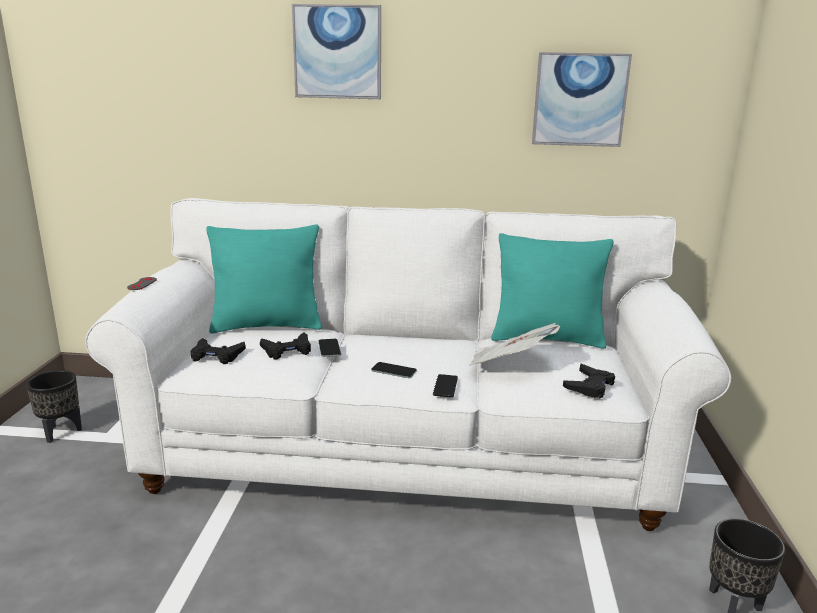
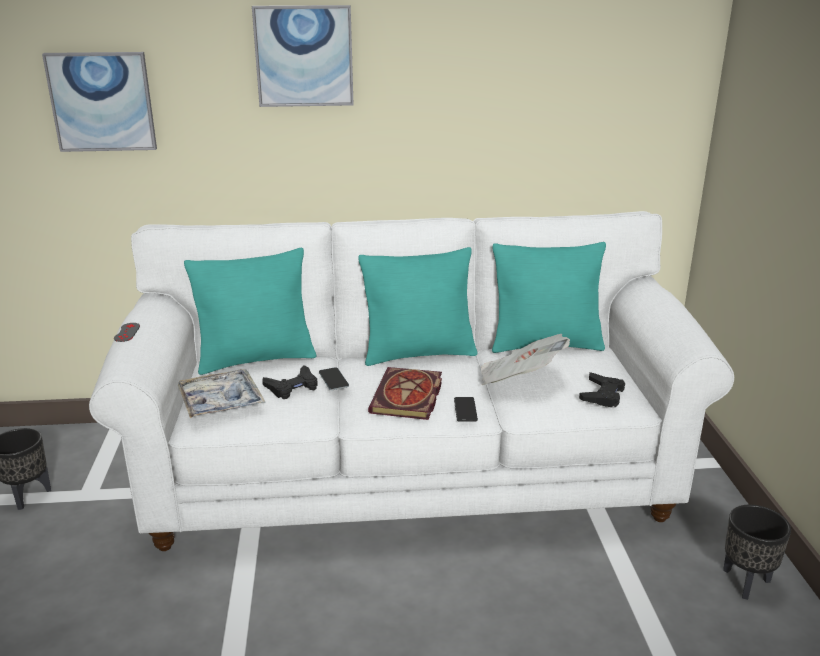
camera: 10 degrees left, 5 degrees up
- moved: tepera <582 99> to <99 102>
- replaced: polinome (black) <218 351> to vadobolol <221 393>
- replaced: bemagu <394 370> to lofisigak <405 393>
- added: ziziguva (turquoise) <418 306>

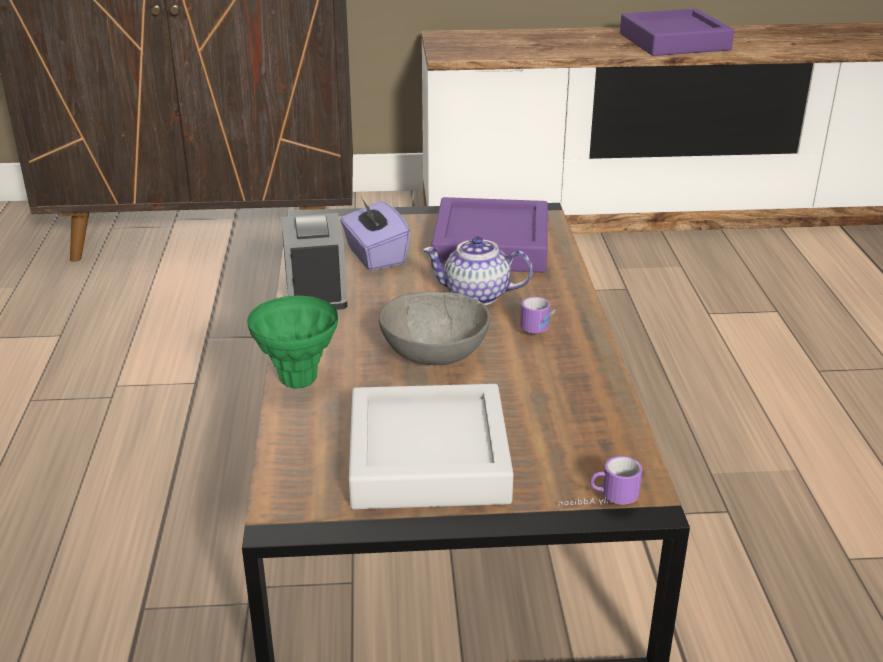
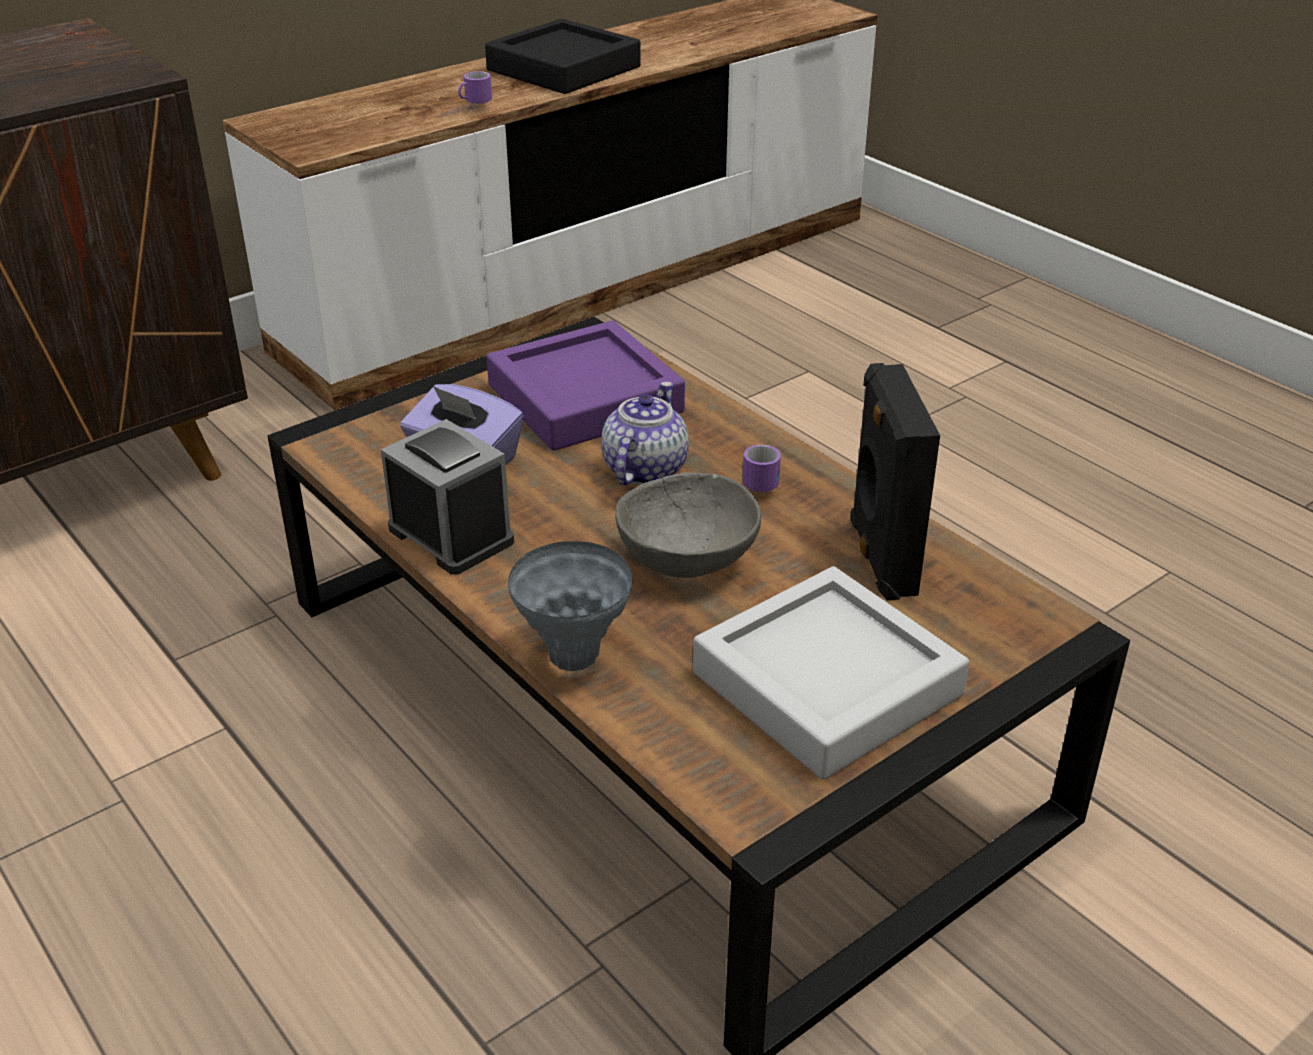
camera: 35 degrees left, 5 degrees up
- recoloured: vadobolol (purple) <677 32> to vadobolol (black) <563 56>
- turned: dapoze <478 270> = <645 433> 135 degrees clockwise
- recoloured: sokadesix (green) <292 342> to sokadesix (grey) <570 606>
- moved: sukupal <600 481> to <466 94>
- added: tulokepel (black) <895 481>

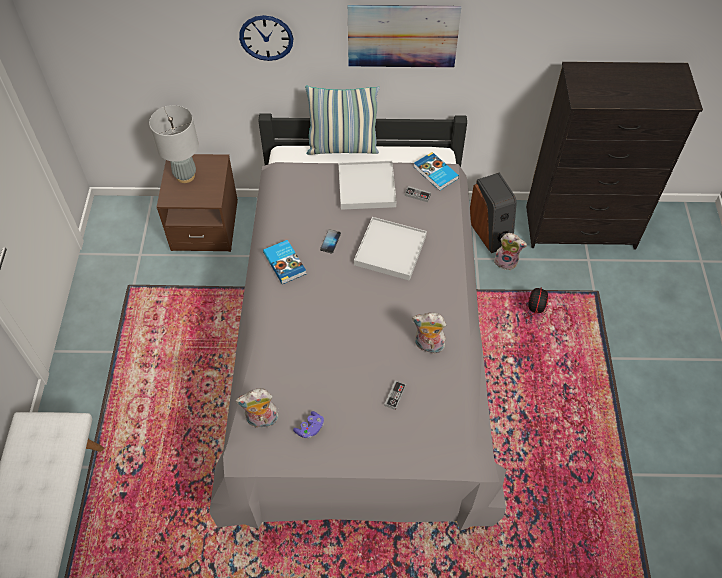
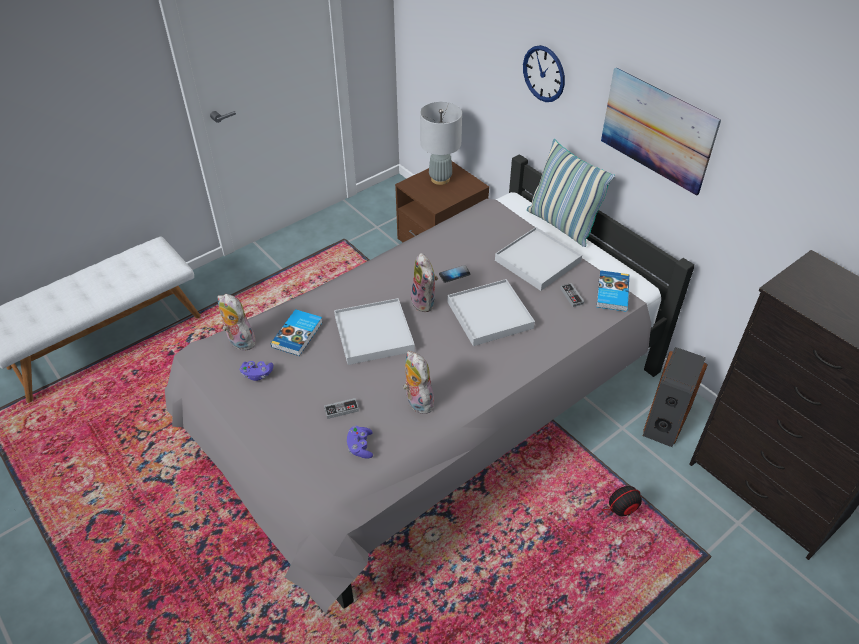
camera: 50 degrees right, 10 degrees down
- moved: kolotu <510 251> to <424 282>
- moved: lofisigak <284 262> to <297 332>
- added: vadobolol (white) <374 331>
- added: polinome (purple) <360 442>

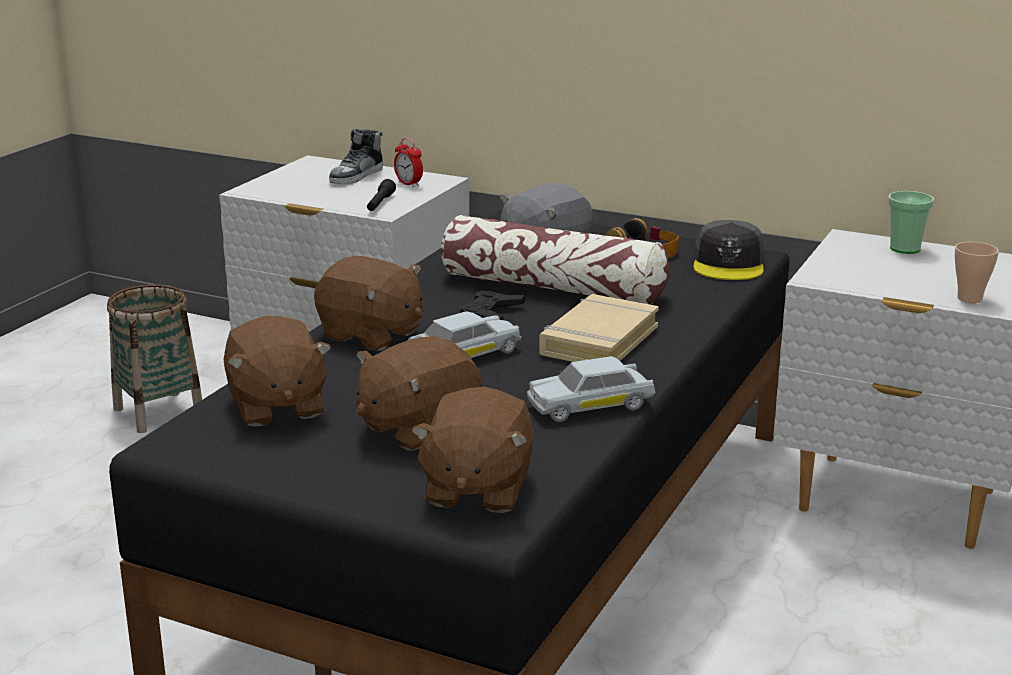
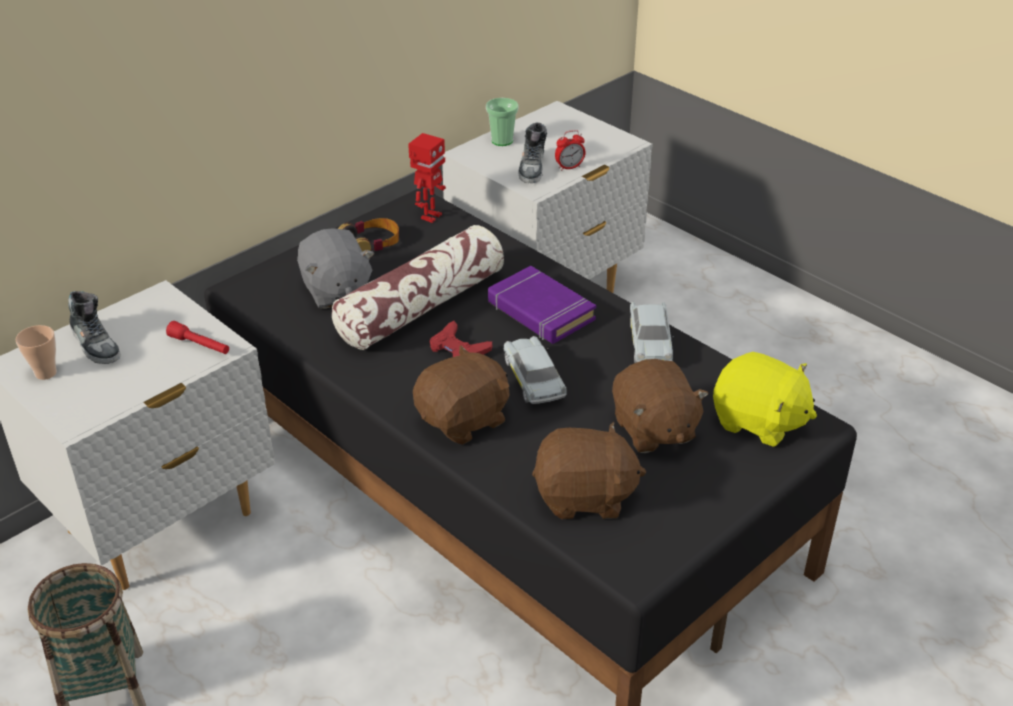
camera: 70 degrees left, 15 degrees up
- moved: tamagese <408 162> to <570 150>
- recoloured: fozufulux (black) <381 195> to fozufulux (red) <197 337>
- replaced: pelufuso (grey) <729 250> to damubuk <427 178>
- moved: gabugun <977 272> to <36 352>
- recoloured: polinome (black) <492 305> to polinome (red) <461 339>
- recoloured: lofisigak (beige) <599 328> to lofisigak (purple) <542 305>
- recoloured: kolotu (brown) <472 450> to kolotu (yellow) <765 399>
- added: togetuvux <532 153>

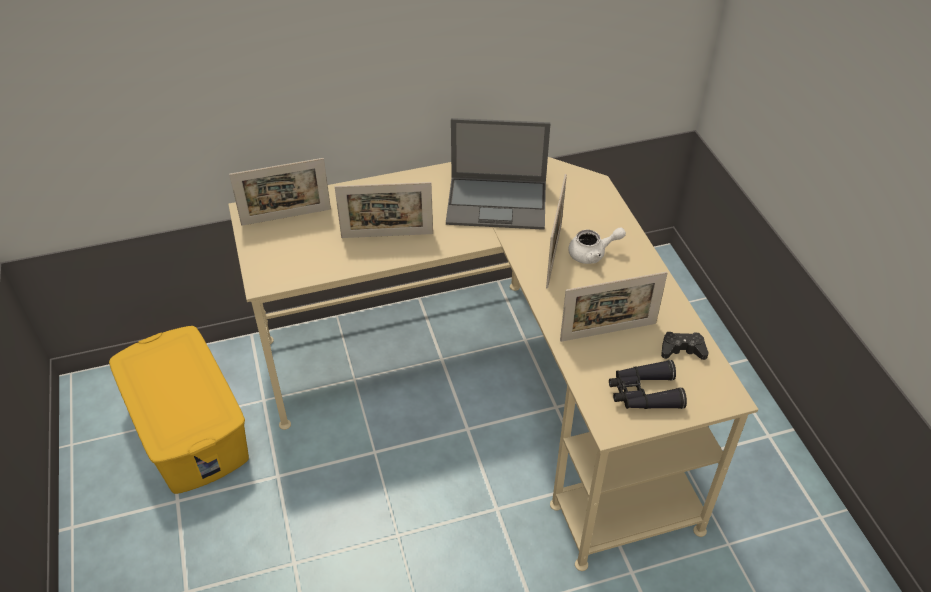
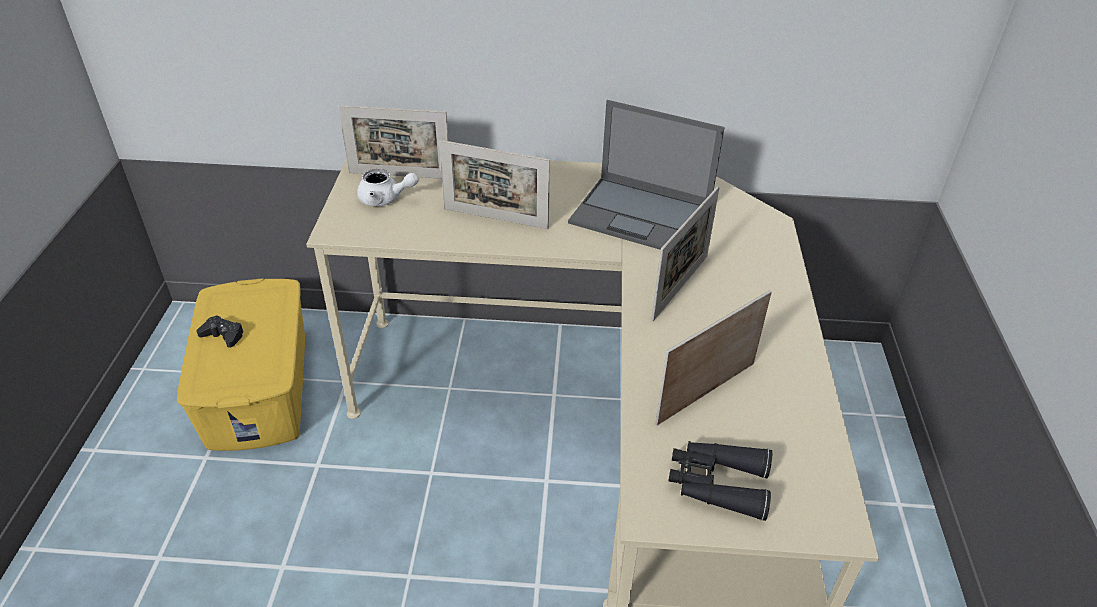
camera: 20 degrees right, 5 degrees down
- moved: dapoze (white) <597 245> to <387 187>
- turned: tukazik <614 307> = <713 358> 135 degrees clockwise
- moved: polinome (black) <685 346> to <220 331>

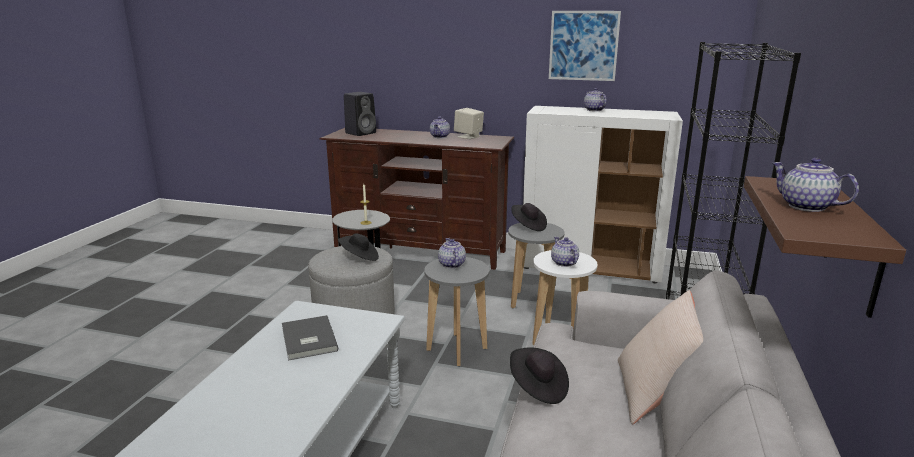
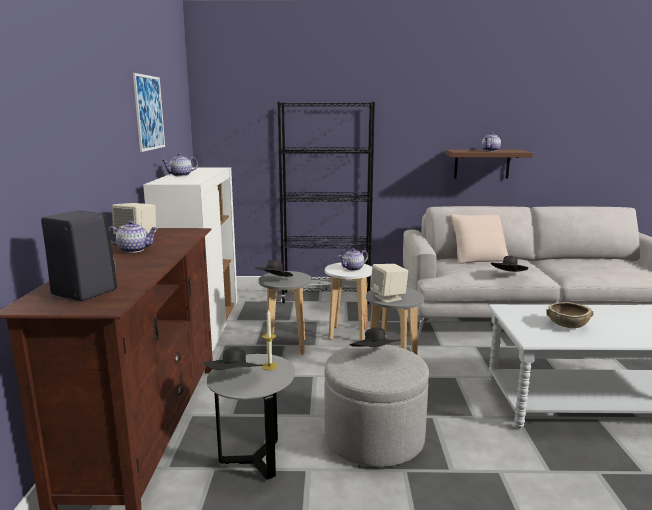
camera: 105 degrees left, 5 degrees down
- replaced: dapoze <452 253> to tulokepel (beige) <389 283>
- replaced: lofisigak (grey) <310 338> to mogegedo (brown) <570 315>
- added: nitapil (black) <233 358>

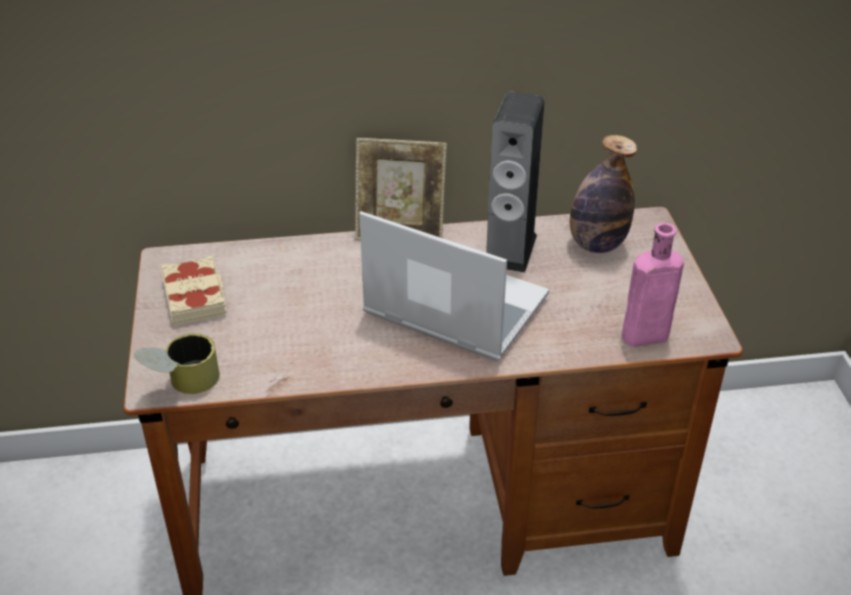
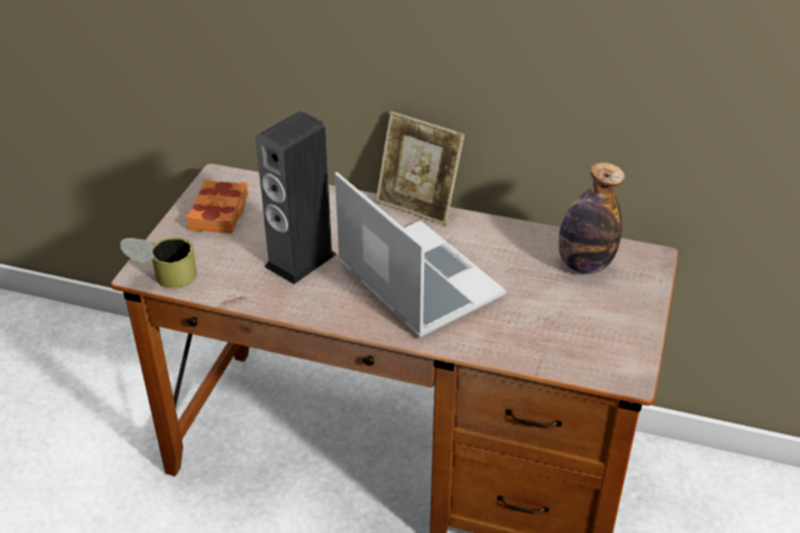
camera: 25 degrees right, 0 degrees up
- moved: tulokepel <515 182> to <296 197>
- removed: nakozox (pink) <653 285>
- recoloured: lofisigak (beige) <194 291> to lofisigak (orange) <217 206>

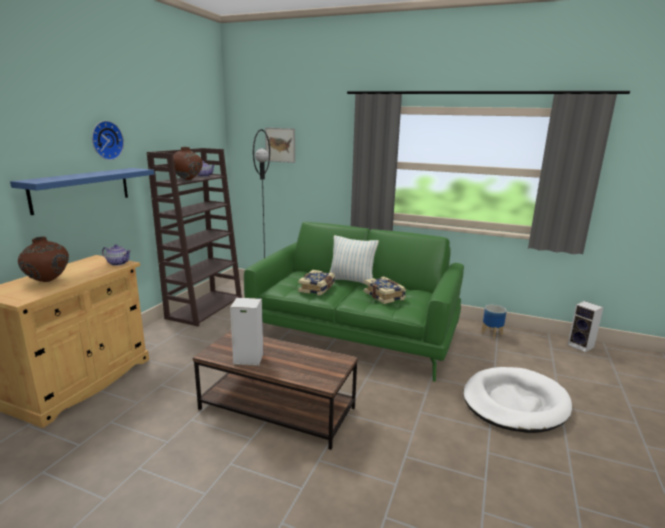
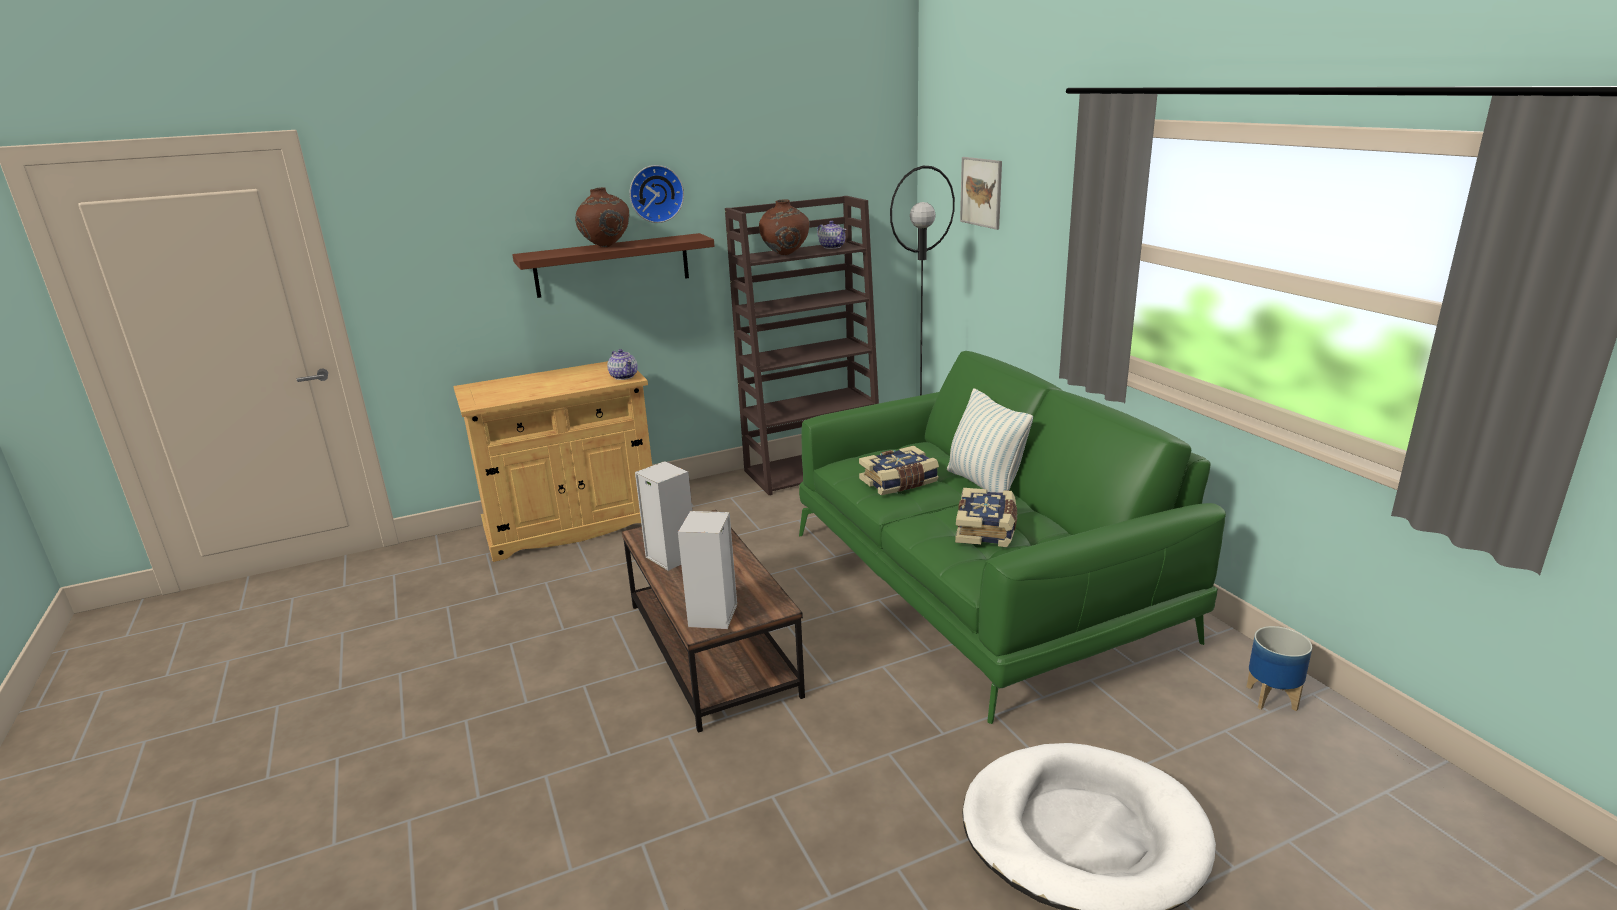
camera: 45 degrees right, 5 degrees up
- recoloured: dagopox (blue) <82 191> to dagopox (brown) <613 265>
- moved: sokadesix (brown) <43 259> to <602 217>
- moved: tulokepel <586 326> to <707 570>

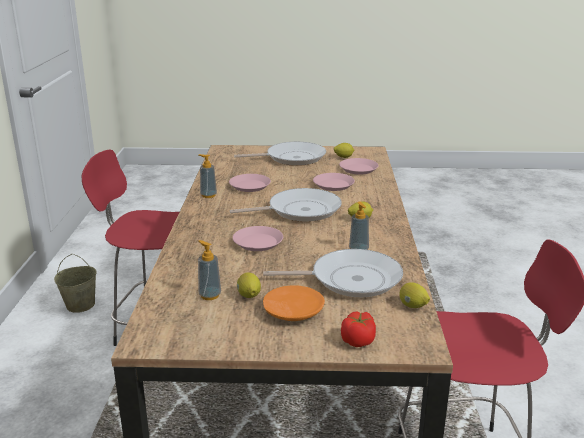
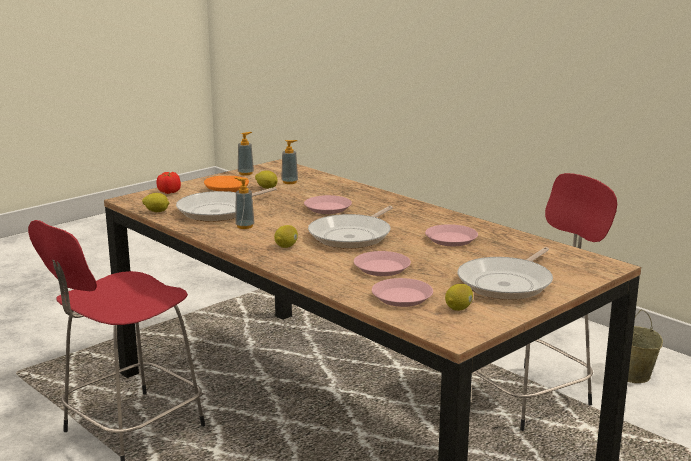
camera: 135 degrees right, 5 degrees down
- moved: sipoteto <207 176> to <246 153>

